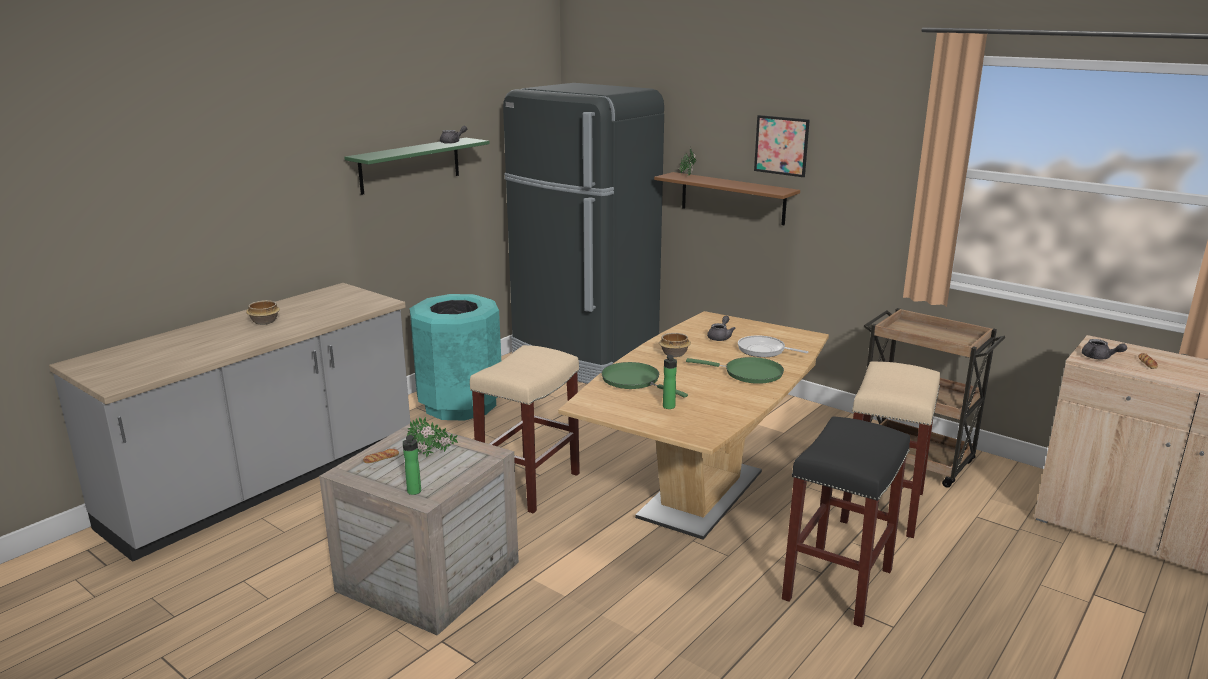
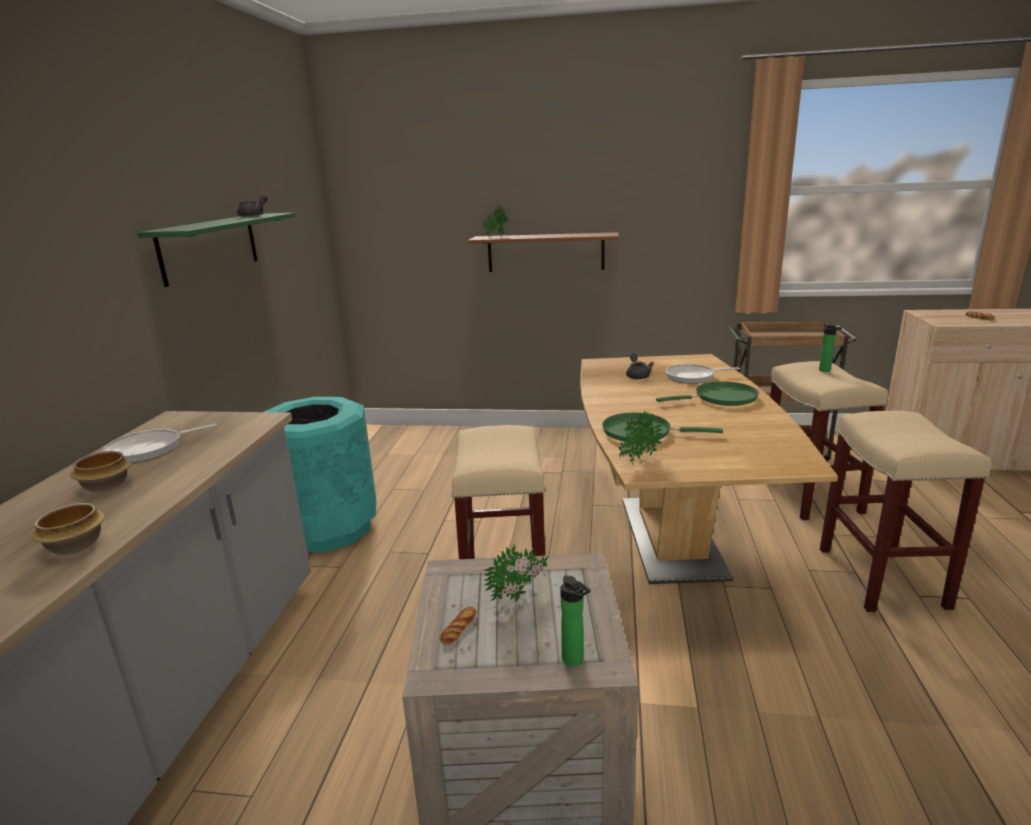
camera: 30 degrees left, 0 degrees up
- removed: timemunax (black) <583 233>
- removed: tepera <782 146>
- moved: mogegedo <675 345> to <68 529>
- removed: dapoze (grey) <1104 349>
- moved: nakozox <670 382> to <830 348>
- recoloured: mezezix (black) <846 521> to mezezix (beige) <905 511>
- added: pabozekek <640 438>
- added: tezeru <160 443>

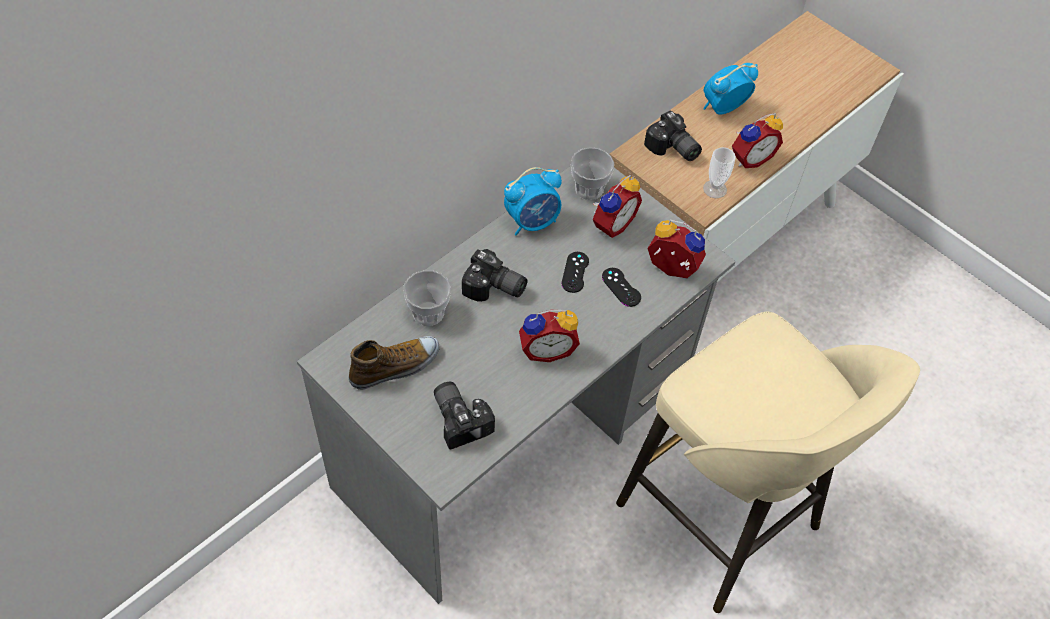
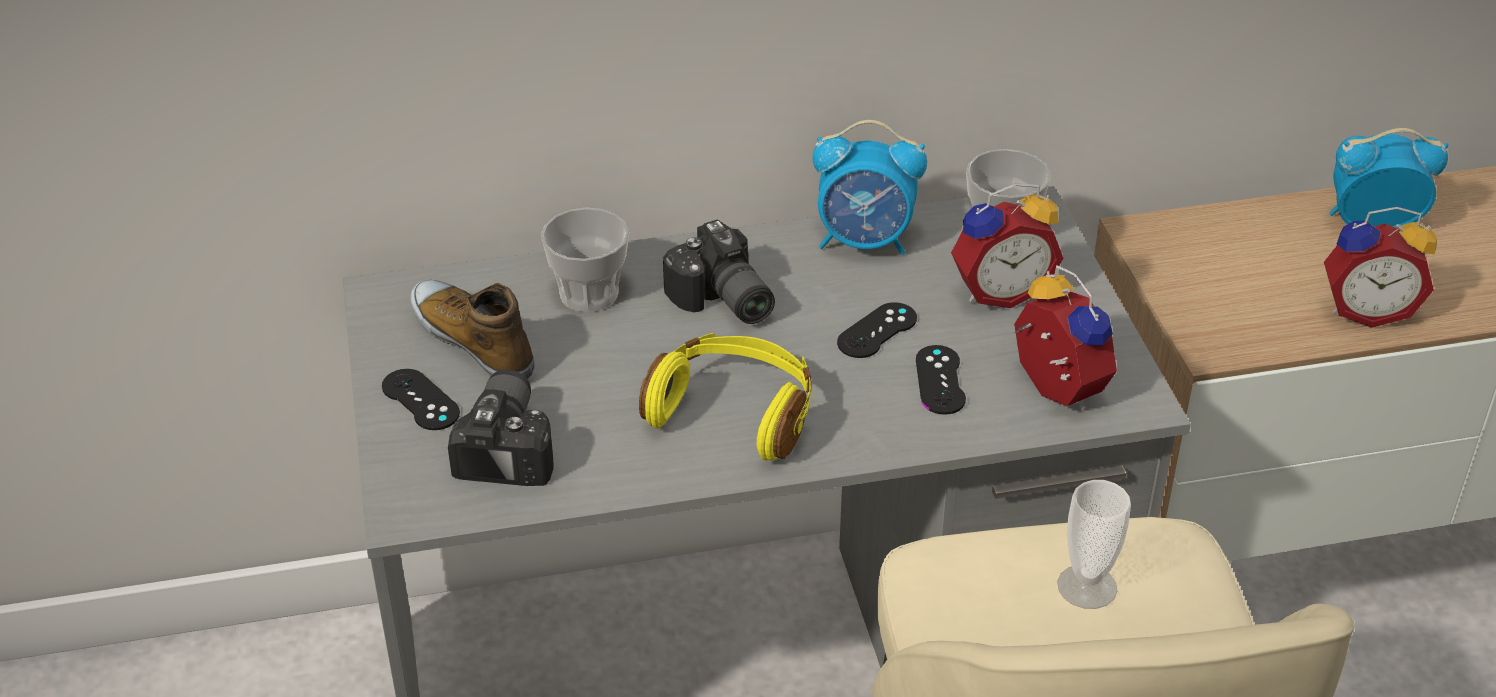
camera: 35 degrees right, 15 degrees down
- removed: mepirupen <673 136>
- moved: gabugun <719 172> to <1094 544>
- replaced: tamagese <549 335> to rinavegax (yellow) <725 397>
- turned: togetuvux <394 363> = <472 329> 135 degrees counterclockwise
- added: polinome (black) <421 399>

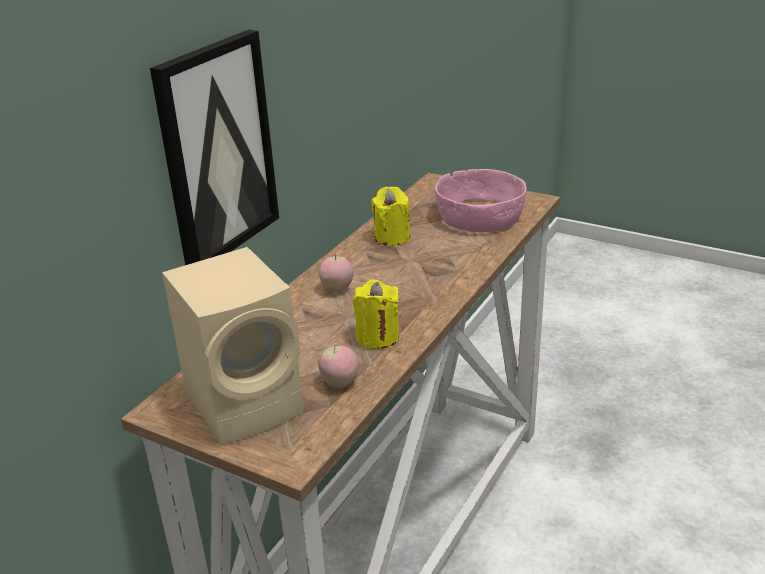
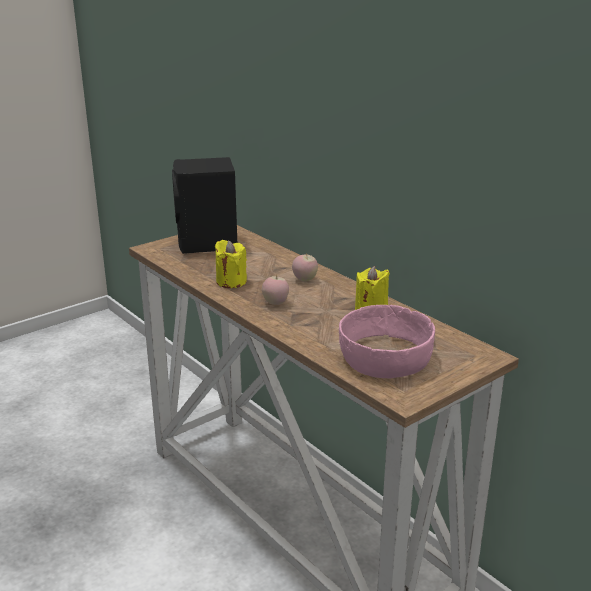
camera: 110 degrees right, 5 degrees down
- removed: tepera <214 147>
- recoloured: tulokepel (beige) <233 346> to tulokepel (black) <204 205>
- moved: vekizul <338 366> to <275 289>

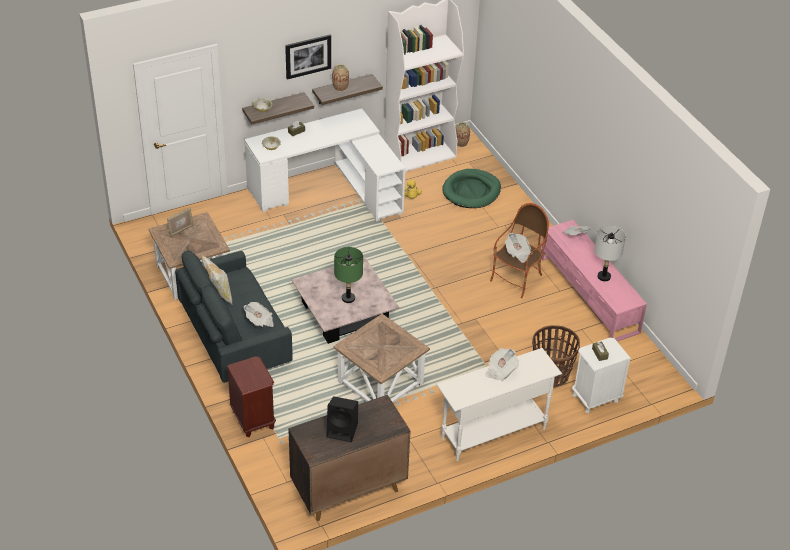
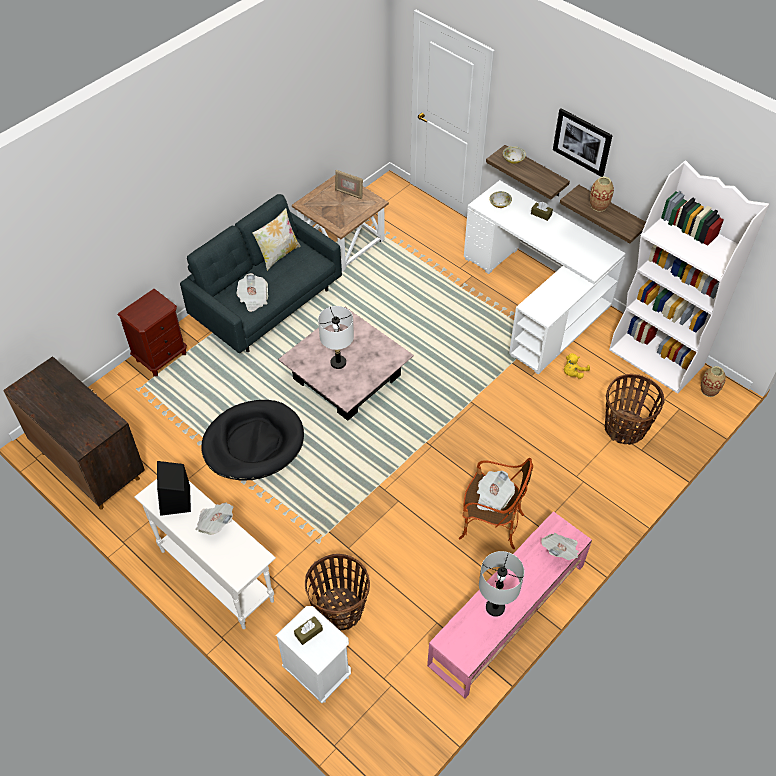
camera: 70 degrees right, 10 degrees up
- replaced: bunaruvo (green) <471 188> to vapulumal <635 409>
- recoloured: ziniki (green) <348 275> to ziniki (white) <336 337>
- replaced: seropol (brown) <381 358> to bunaruvo (black) <252 440>
- moved: tulokepel (black) <342 419> to <174 488>

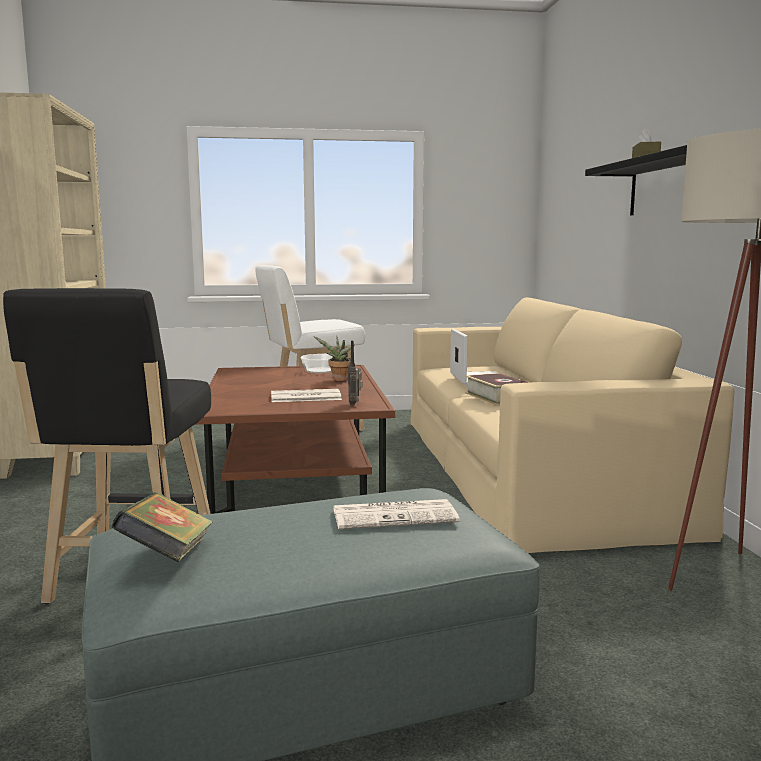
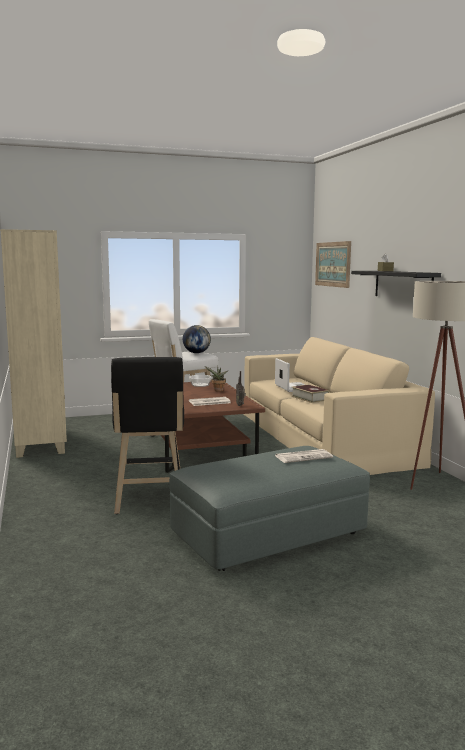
camera: 10 degrees left, 0 degrees up
- removed: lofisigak <162 527>
- added: tepera <333 264>
- added: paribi <197 339>

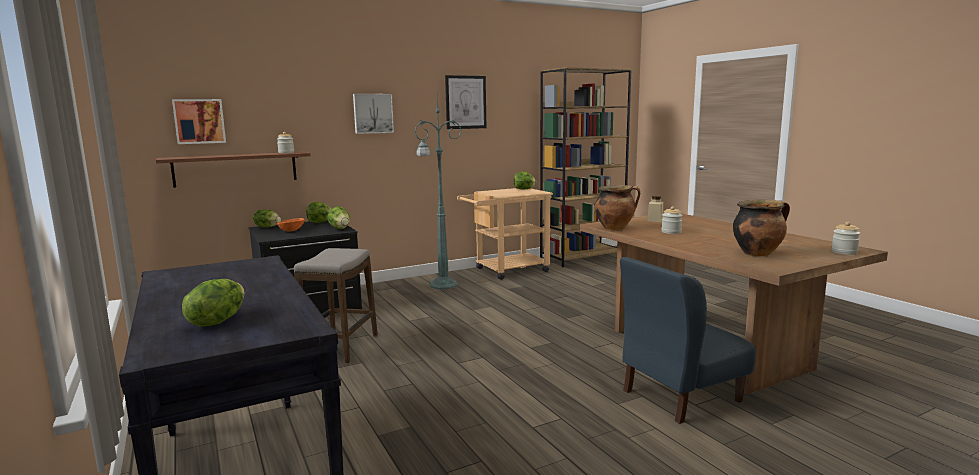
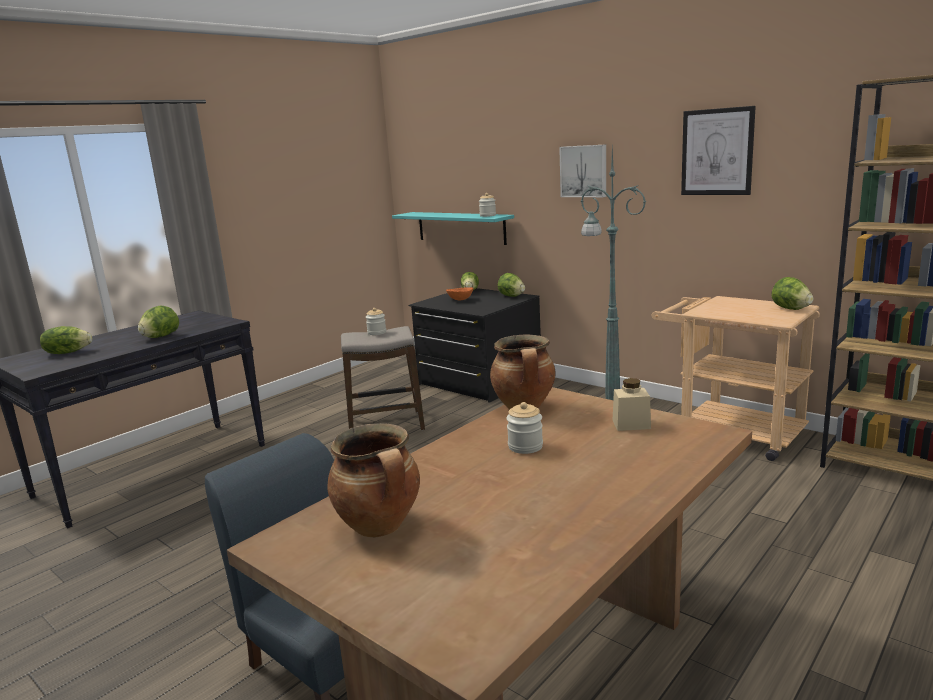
camera: 70 degrees right, 5 degrees up
- removed: tepera <199 121>
- recoloured: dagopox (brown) <233 170> to dagopox (turquoise) <453 228>
- moved: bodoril <338 217> to <158 322>
- moved: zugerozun <845 238> to <376 321>

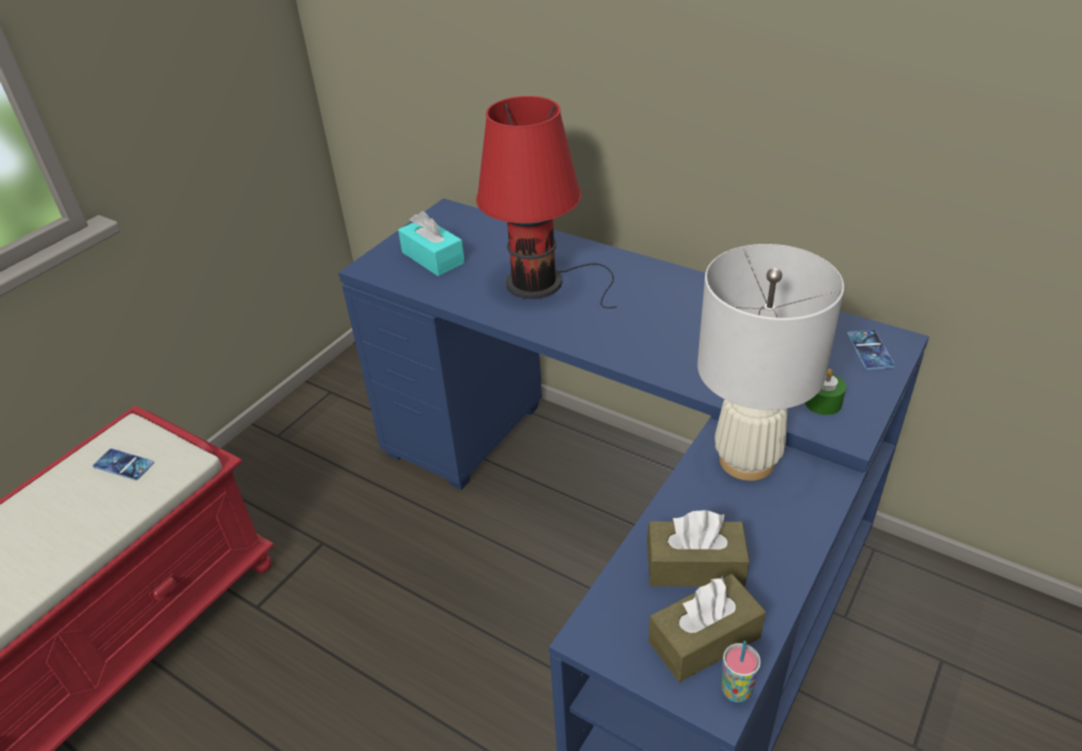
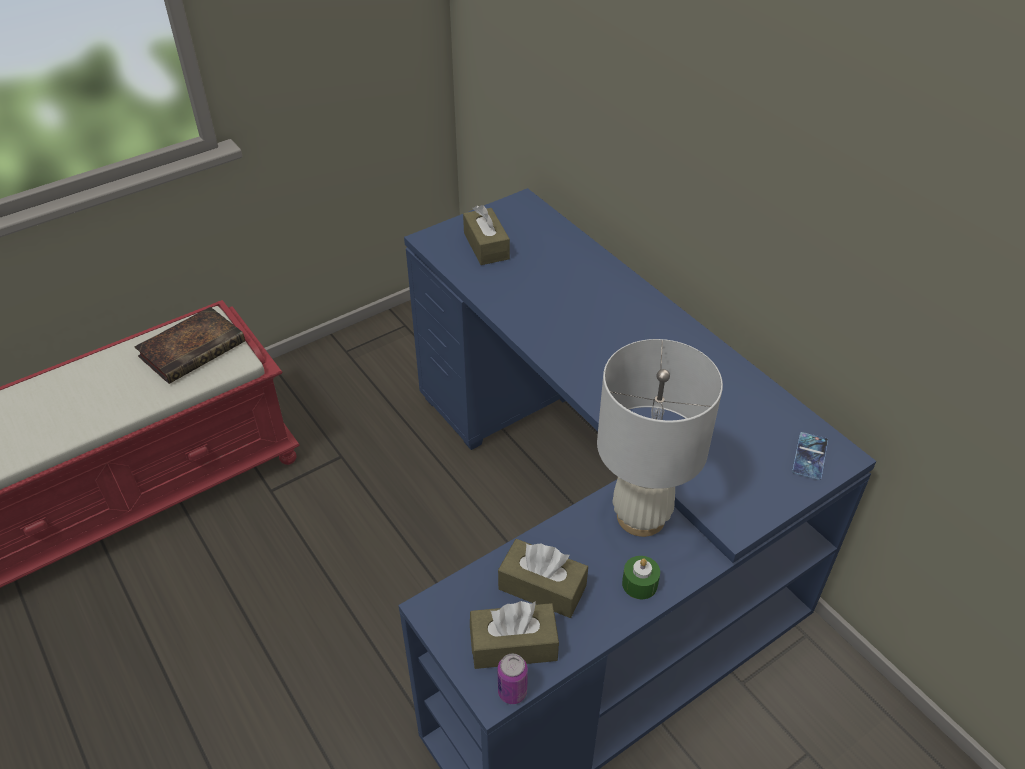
camera: 20 degrees right, 5 degrees up
- removed: ziniki (red) <546 202>
- recoloured: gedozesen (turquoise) <431 243> to gedozesen (brown) <486 235>
- moved: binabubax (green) <825 392> to <641 577>
- replaced: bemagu <123 464> to lofisigak <189 345>
- replaced: gabugun <741 671> to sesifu <512 679>

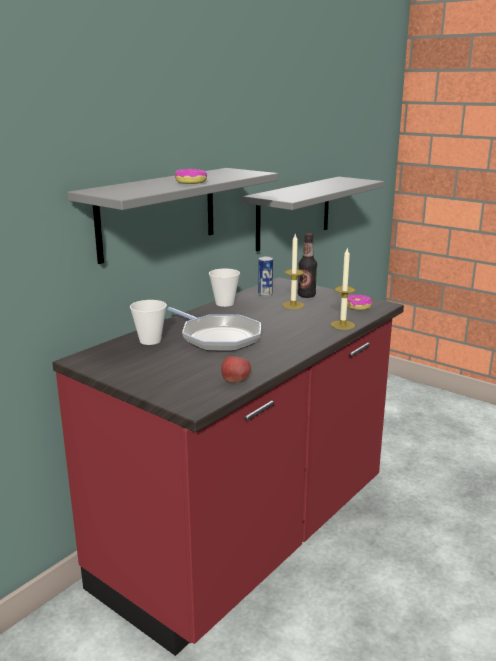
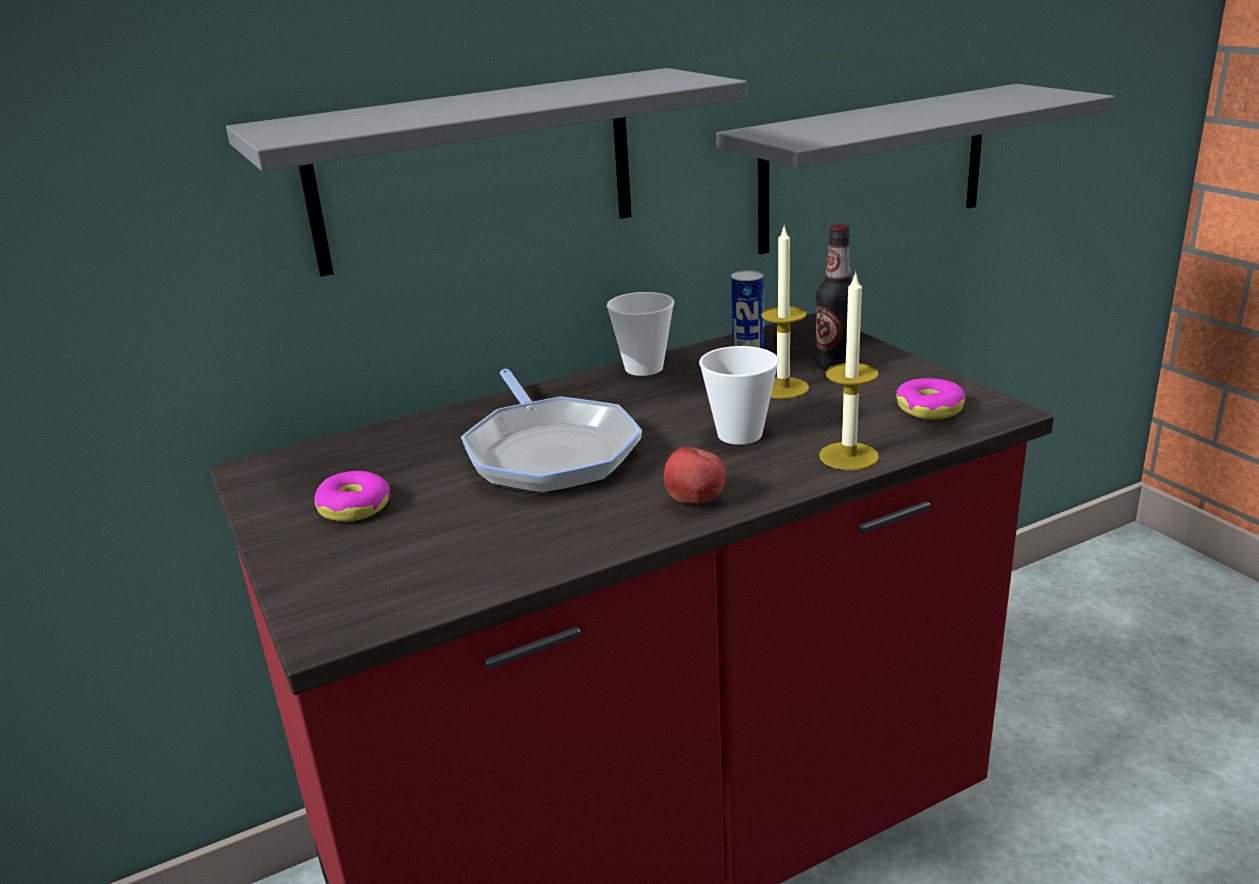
camera: 25 degrees right, 5 degrees up
- moved: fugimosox <191 176> to <352 496>
- moved: gabugun <148 322> to <739 395>
- moved: vekizul <236 369> to <695 475>

